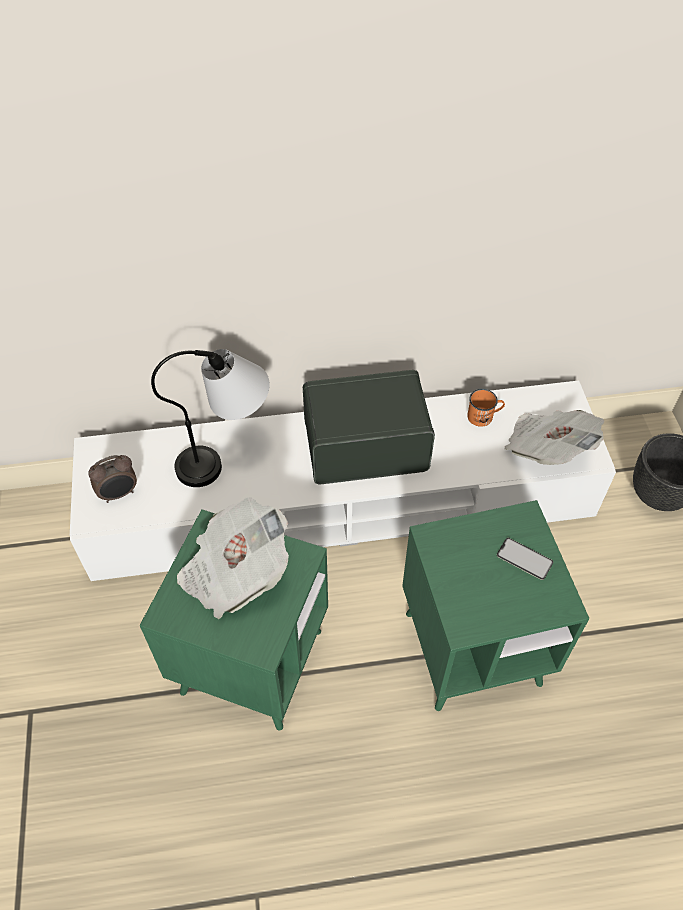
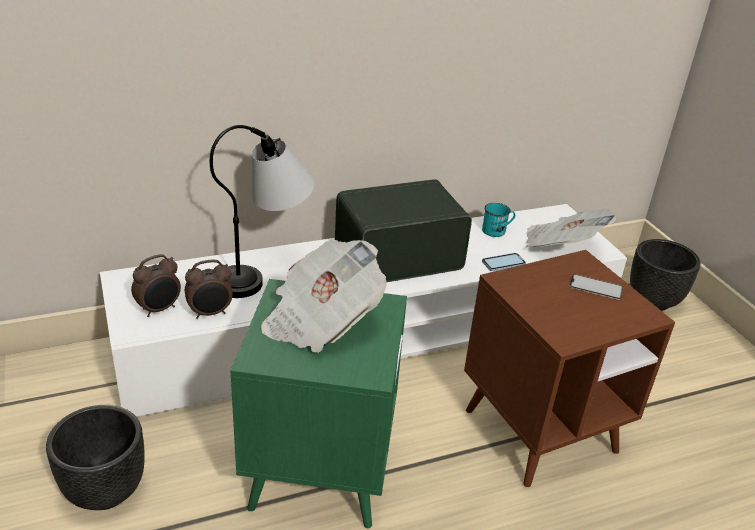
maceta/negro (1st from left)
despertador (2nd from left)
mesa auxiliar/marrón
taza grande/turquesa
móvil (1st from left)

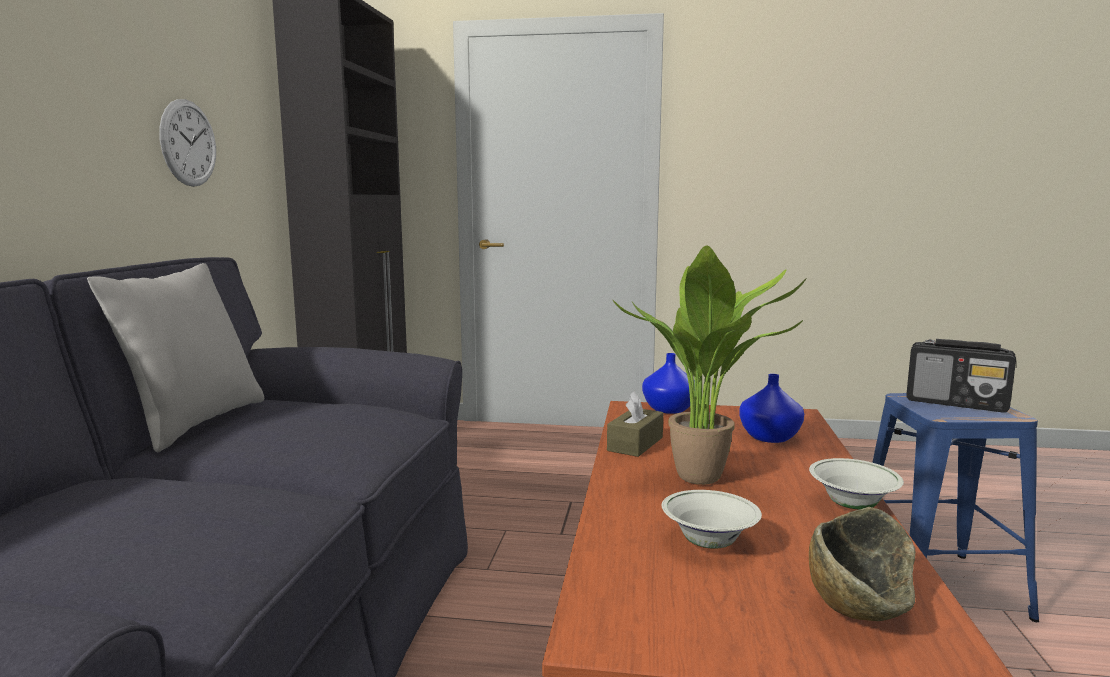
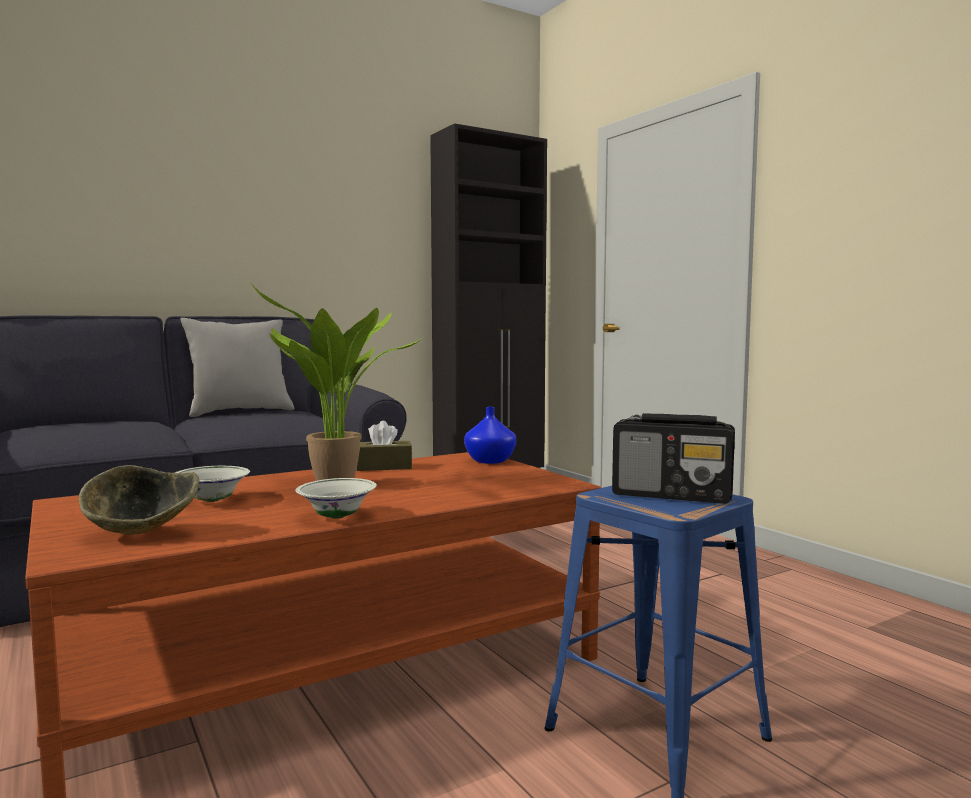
radio
reloj de pared
florero/azul (2nd from left in the first image)

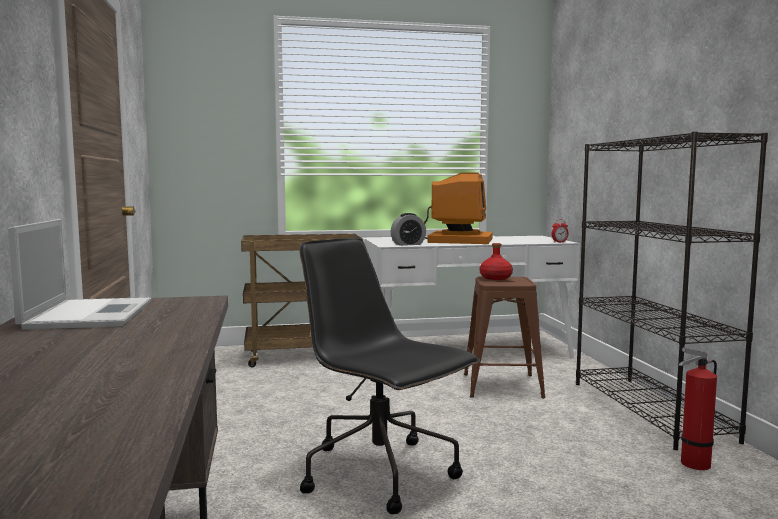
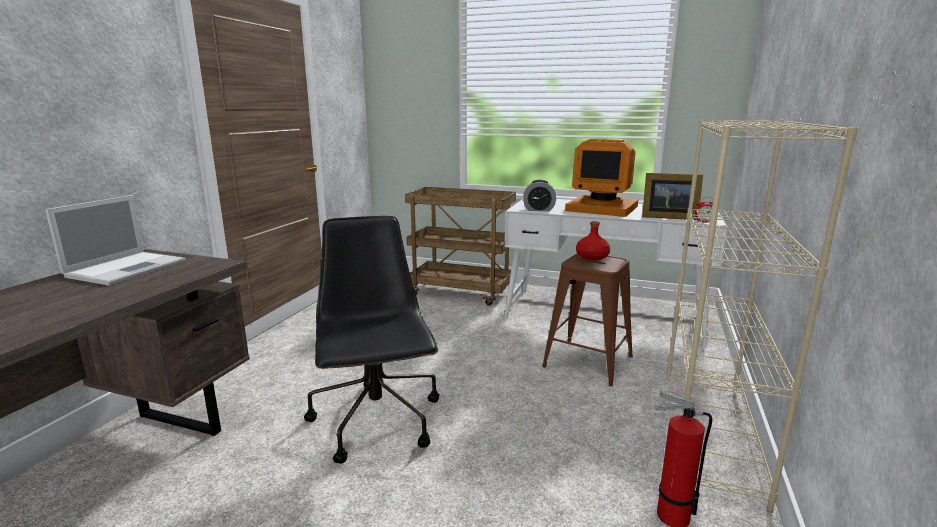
monitor
portarretratos
estantería/beis

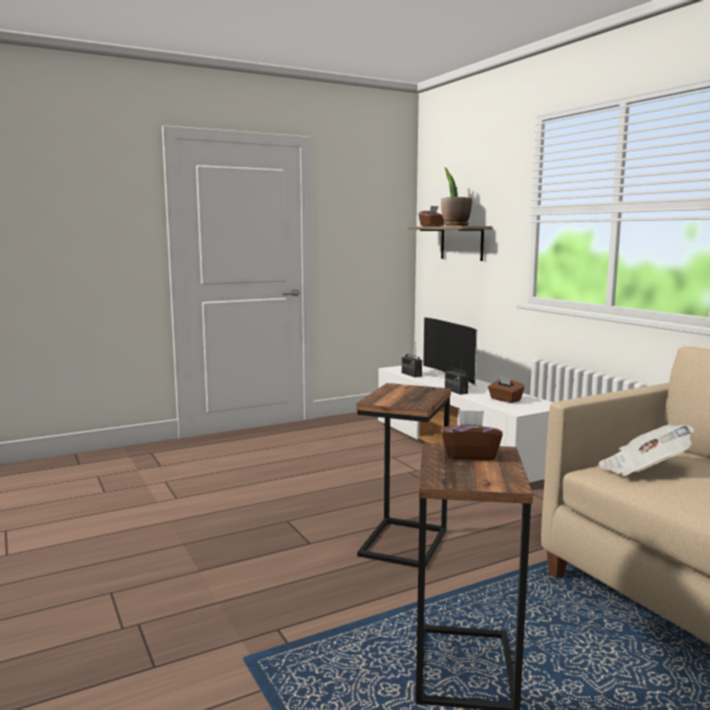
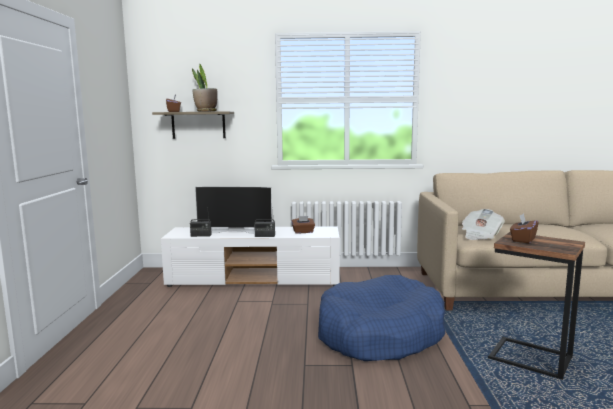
cama para perro/azul

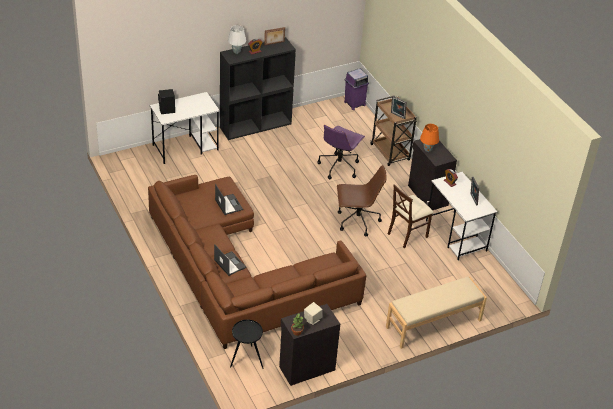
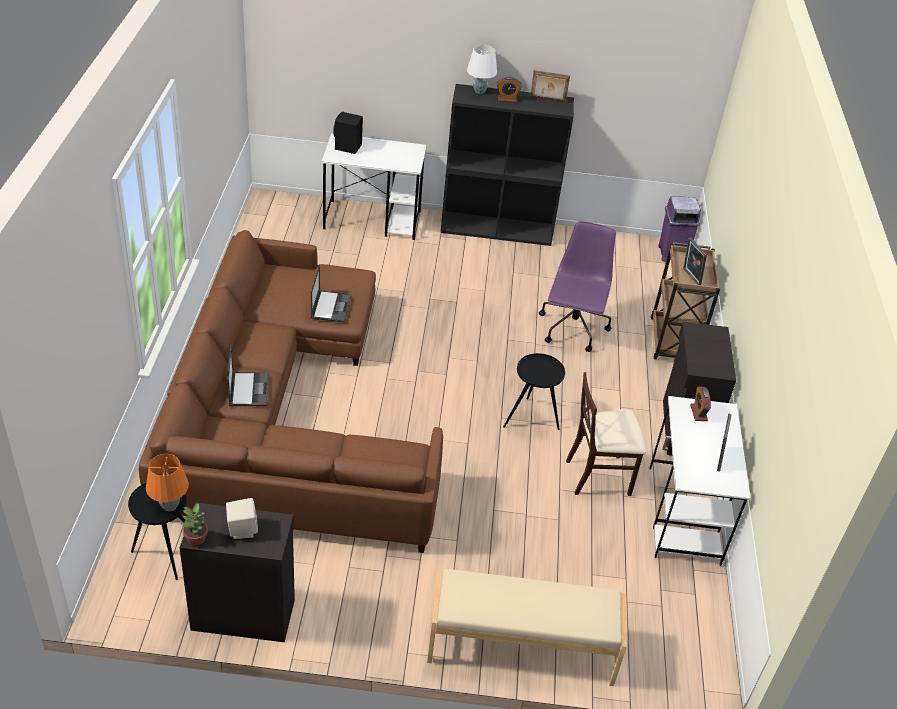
lámpara de mesa/naranja
mesa auxiliar/negro (2nd from left)
silla de oficina/morado

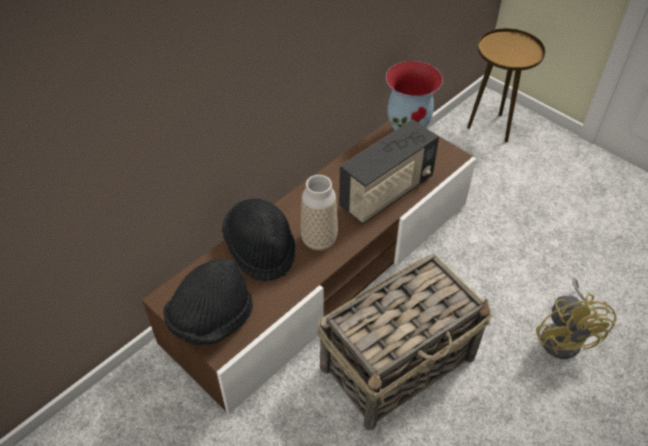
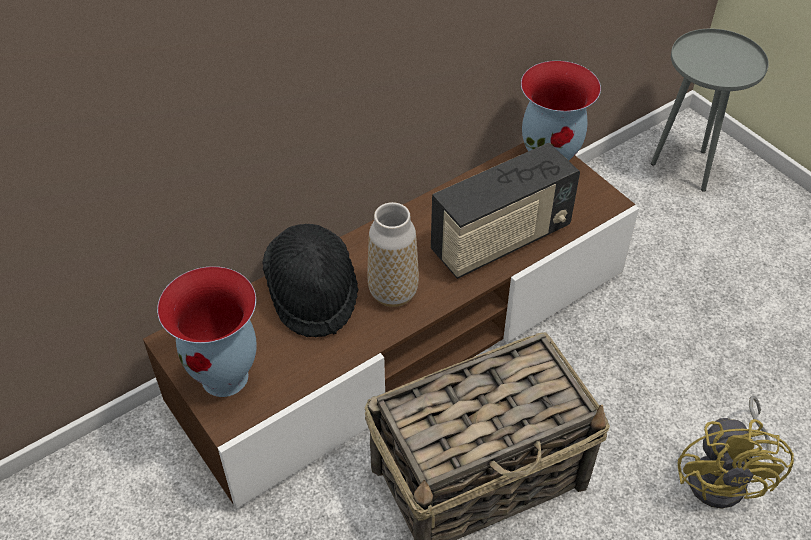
florero (1st from left)
mesa auxiliar/gris

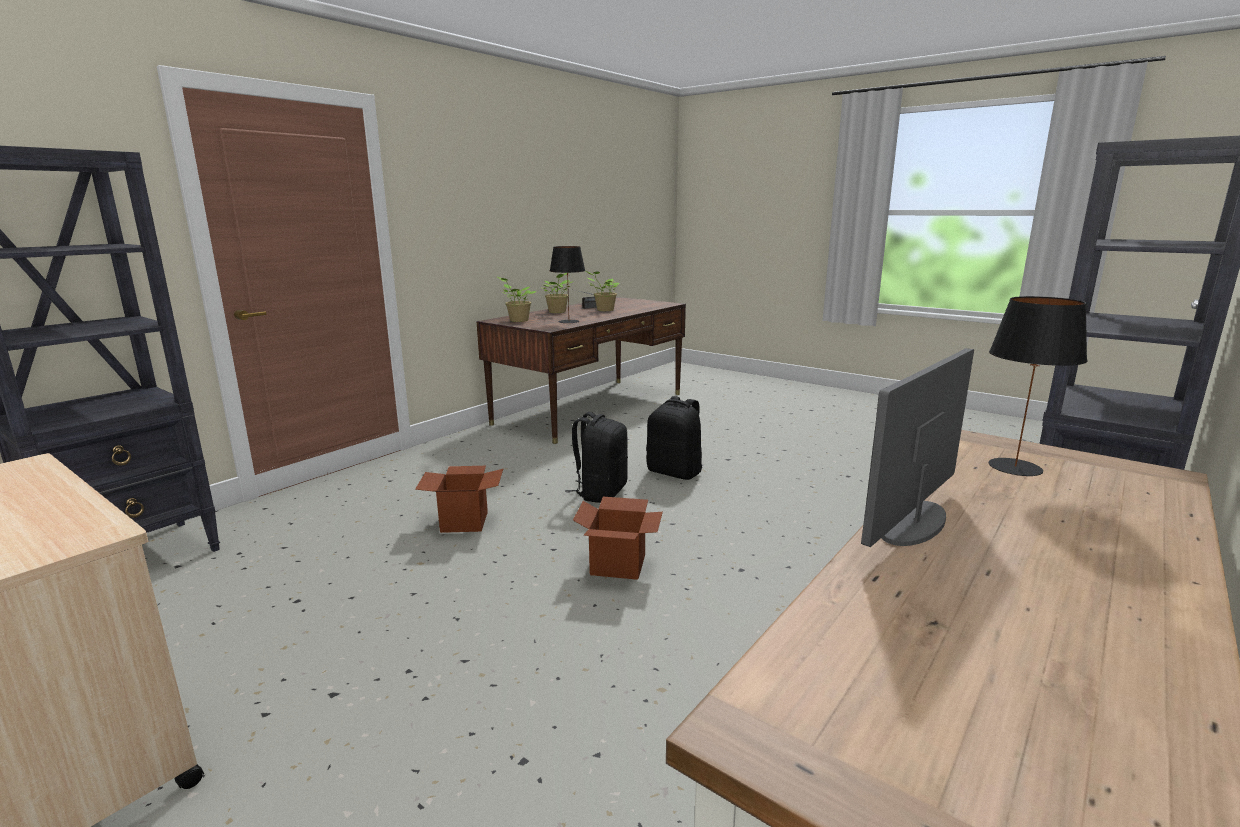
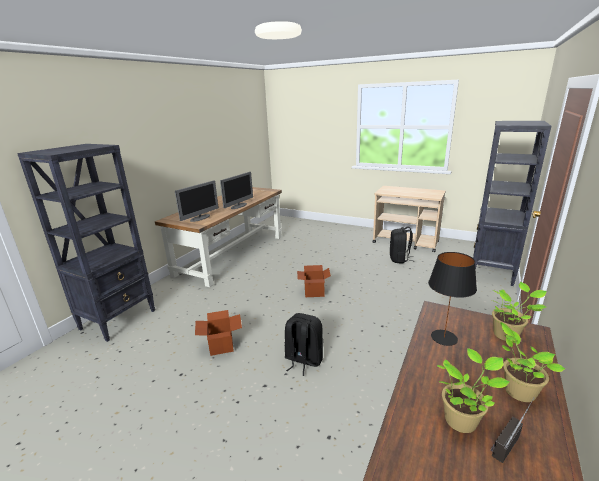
monitor (1st from left)
caja de cartón (1st from left)
mochila/negro (2nd from left)

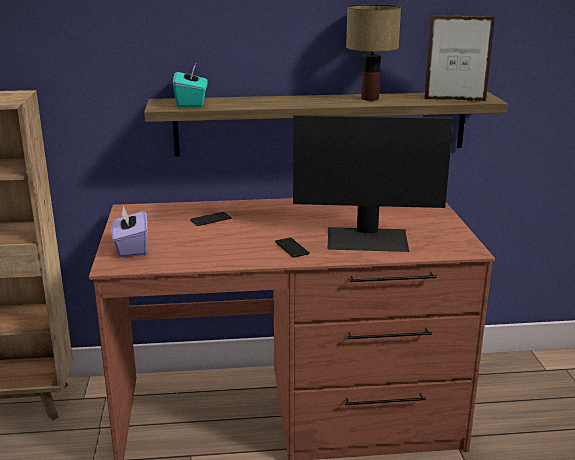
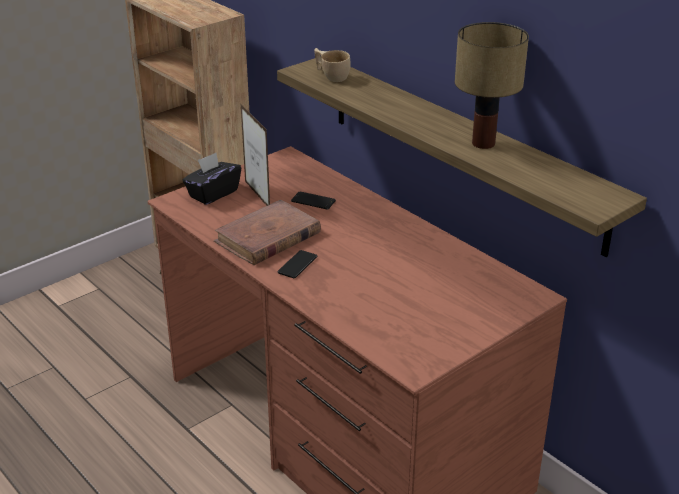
caja de pañuelos/negro
libro/marrón
portarretratos
taza/beis
monitor

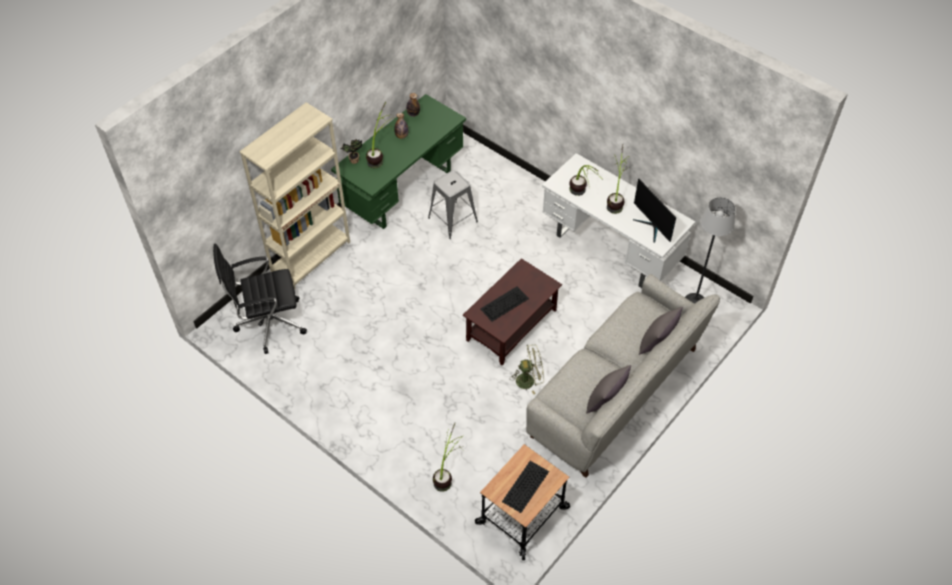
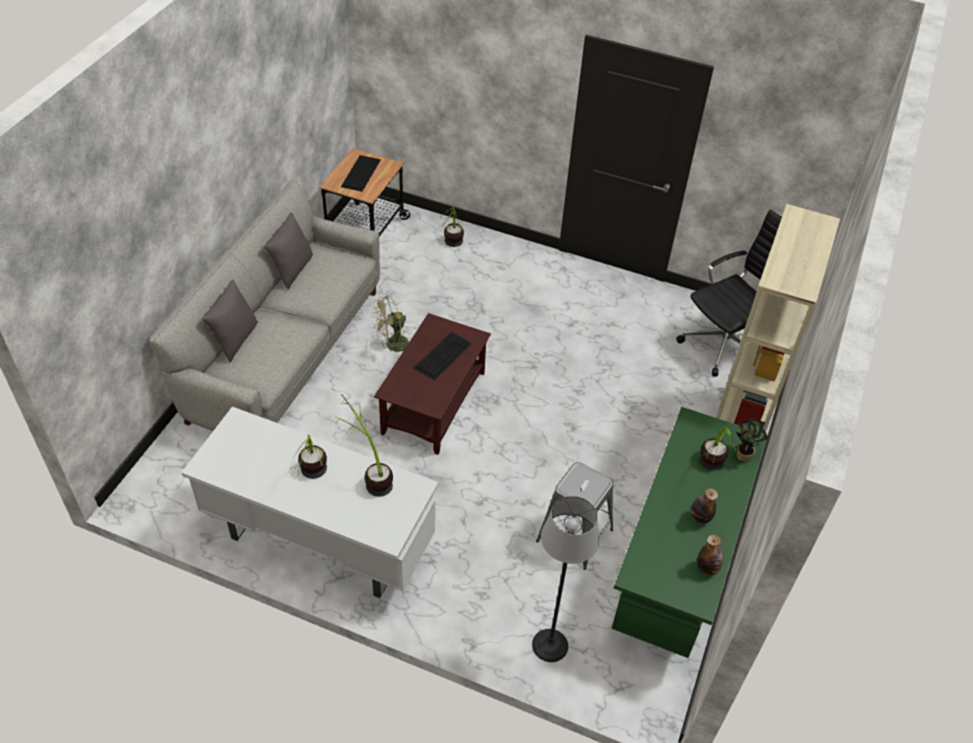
lámpara de pie
monitor

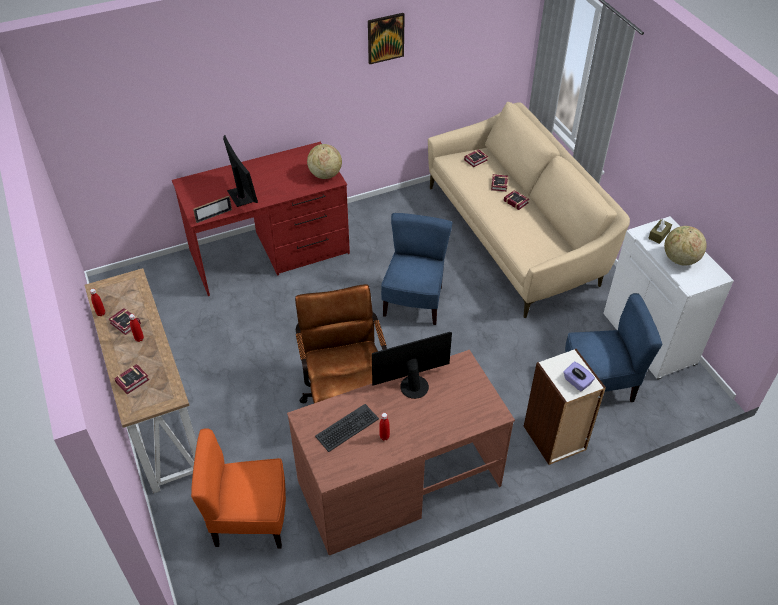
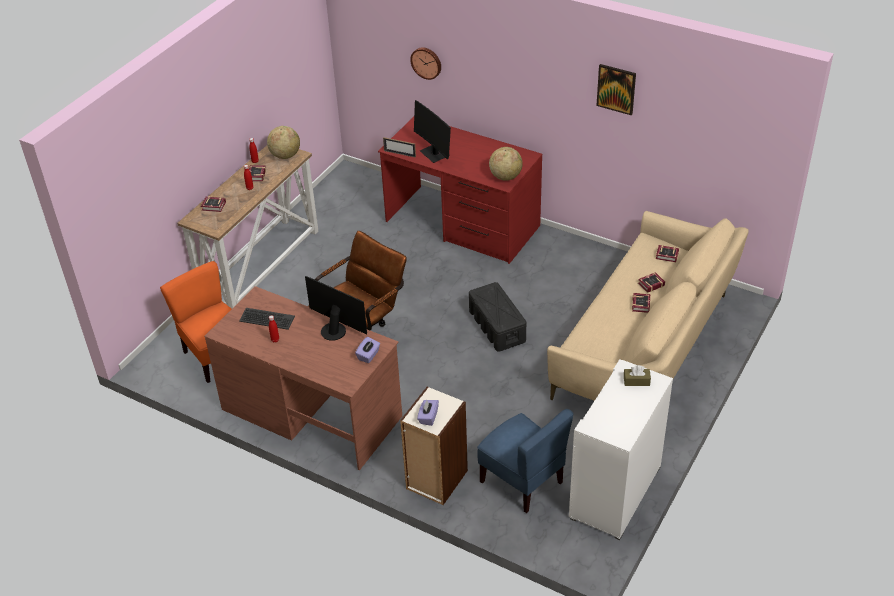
globo terráqueo (1st from left)
caja de pañuelos/morado (1st from left)
reloj de pared
monitor (2nd from left)
caja de almacenaje/negro

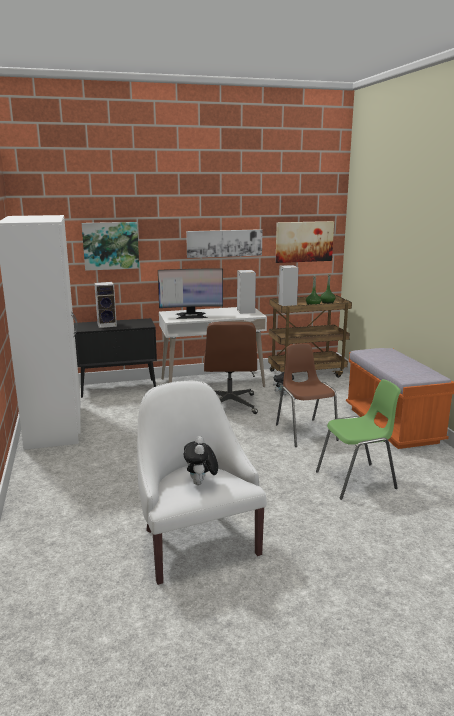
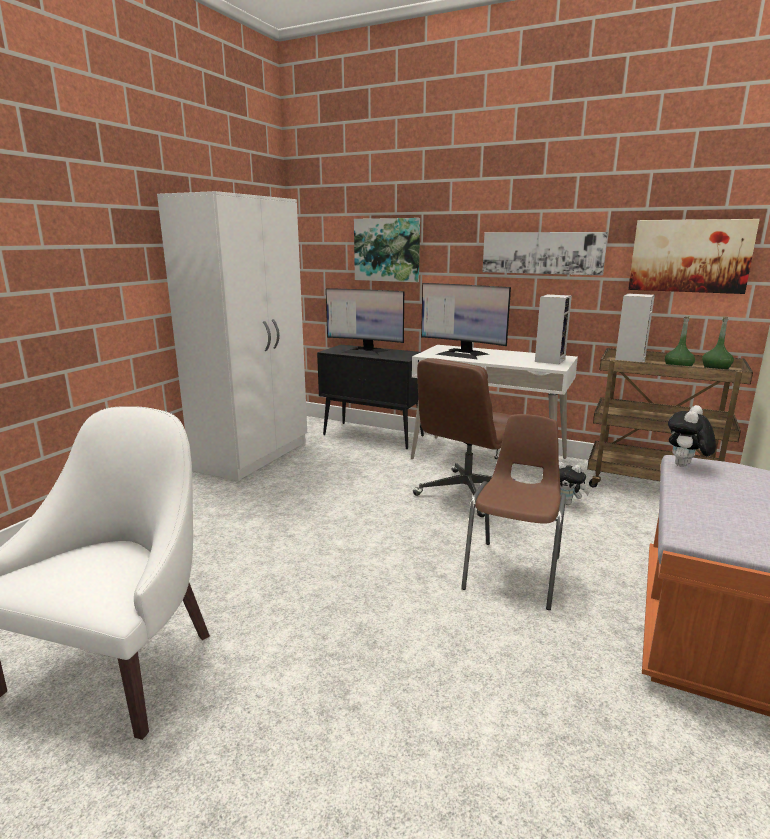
monitor (1st from left)
peluche (2nd from left)
silla/verde

